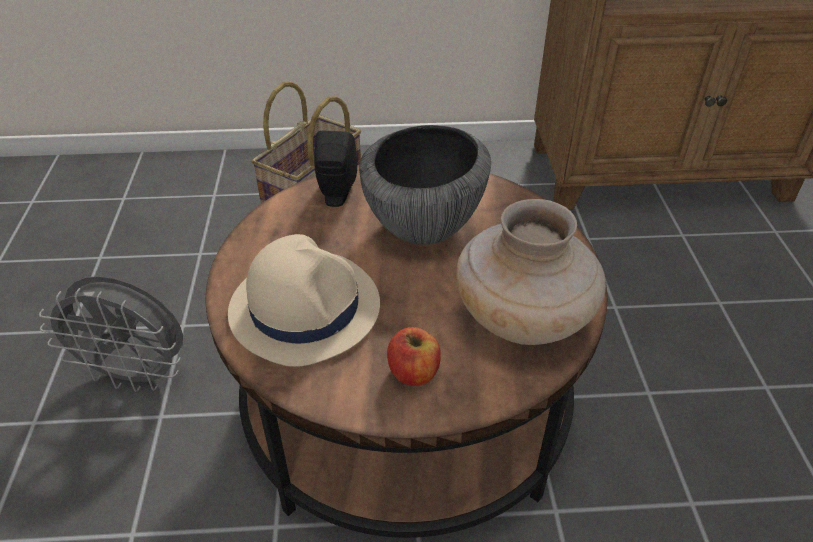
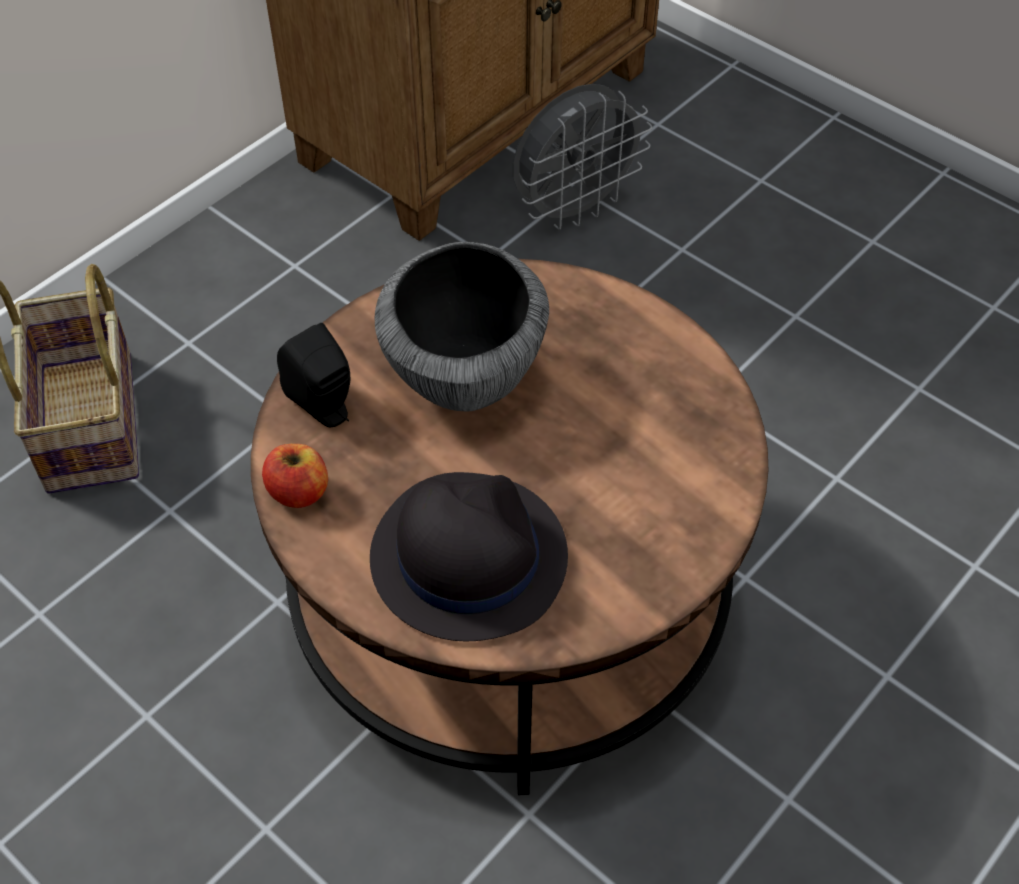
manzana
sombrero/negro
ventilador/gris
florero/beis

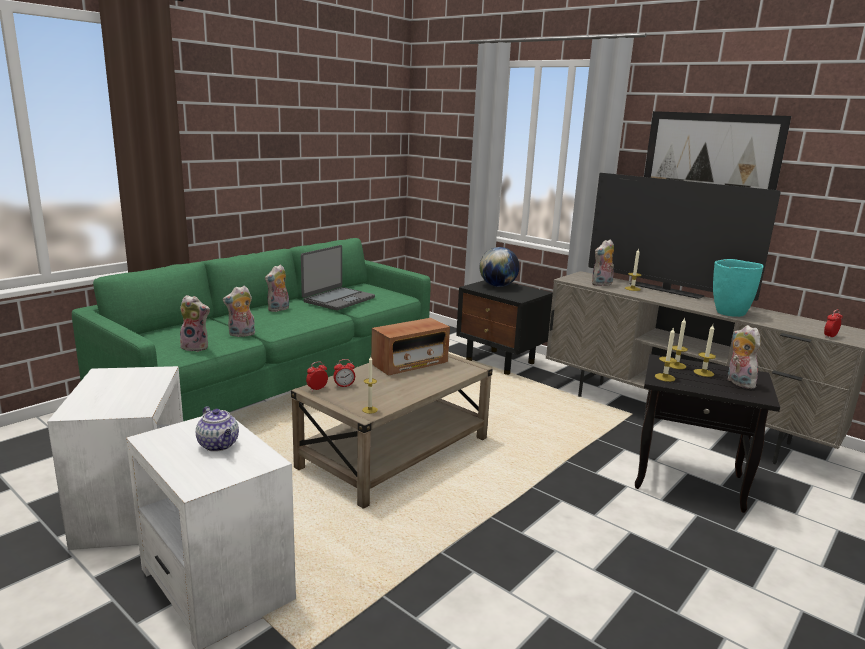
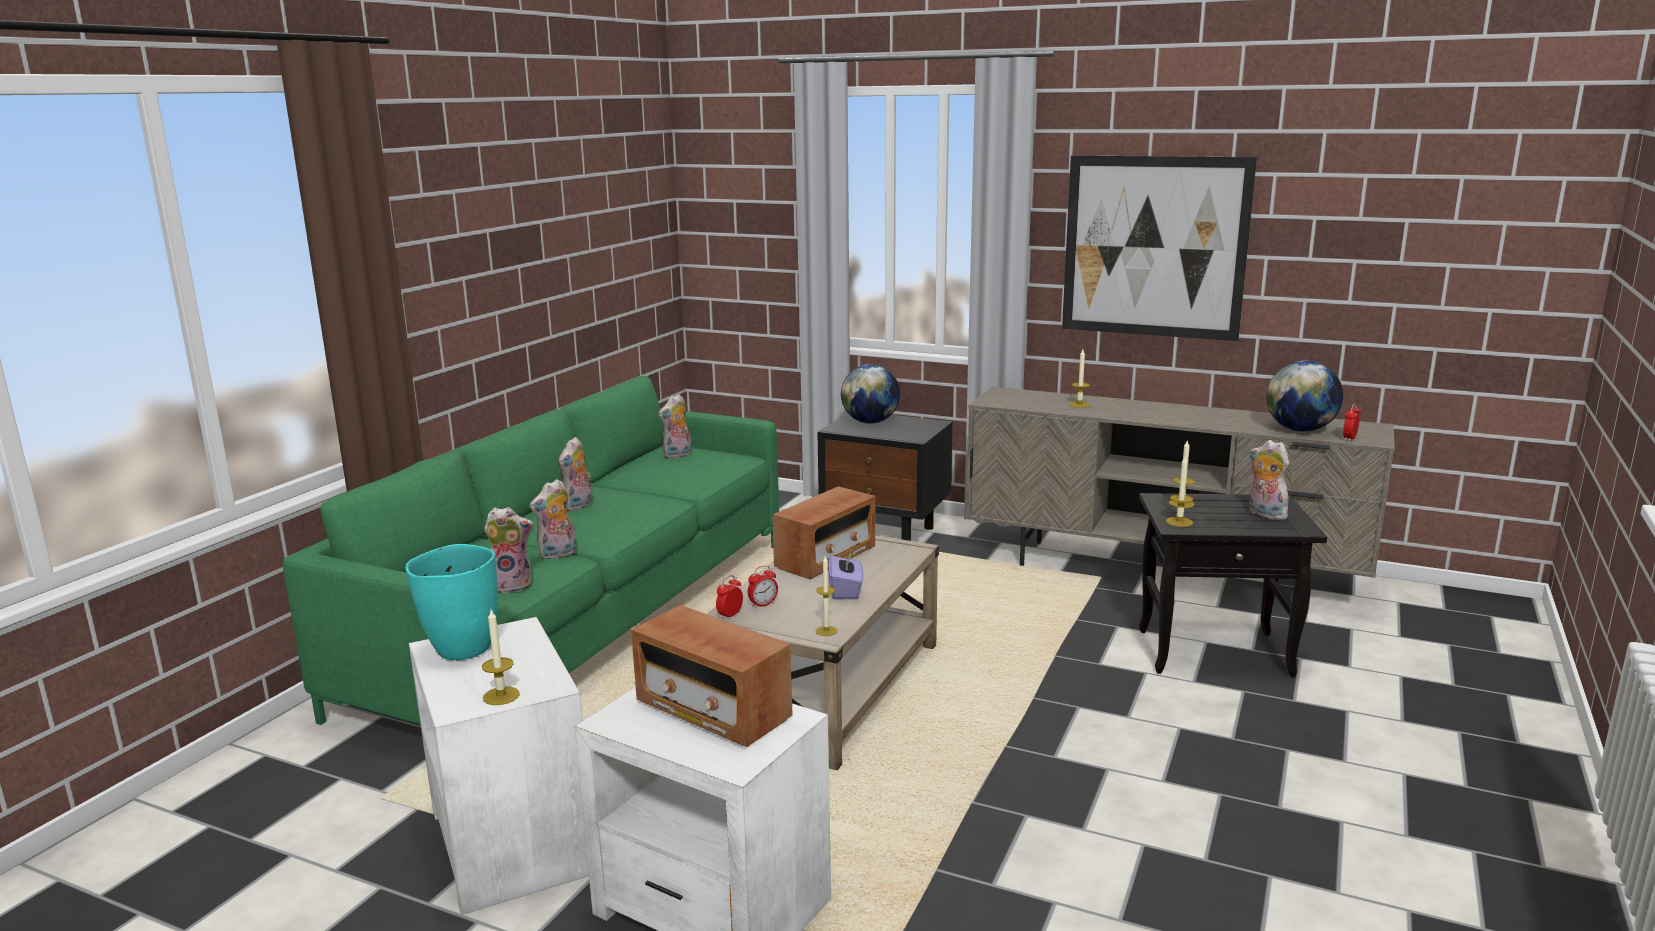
florero/turquesa
vela (1st from left)
radio (1st from left)
peluche (4th from left)
caja de pañuelos/morado
globo terráqueo (2nd from left)
portátil
televisor

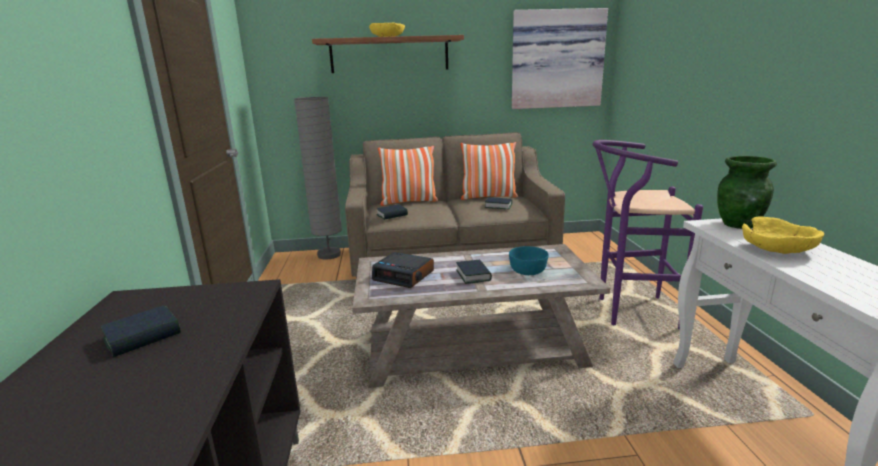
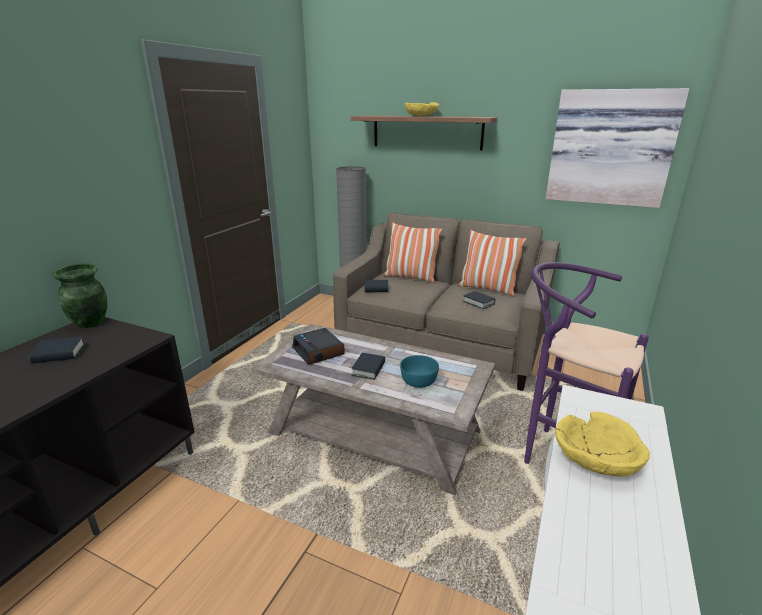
florero/verde

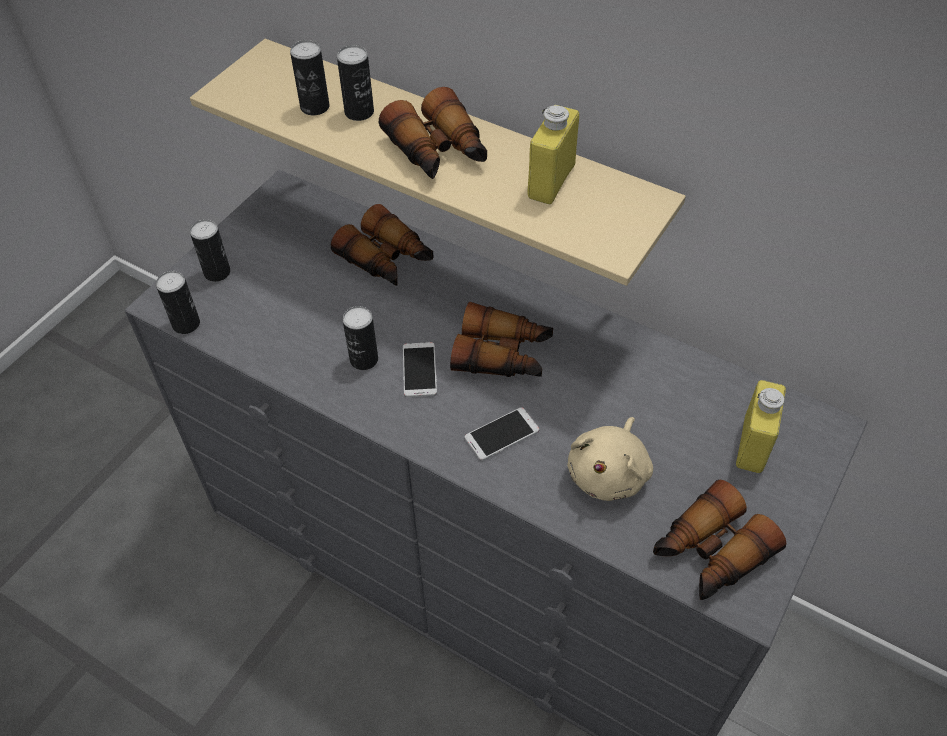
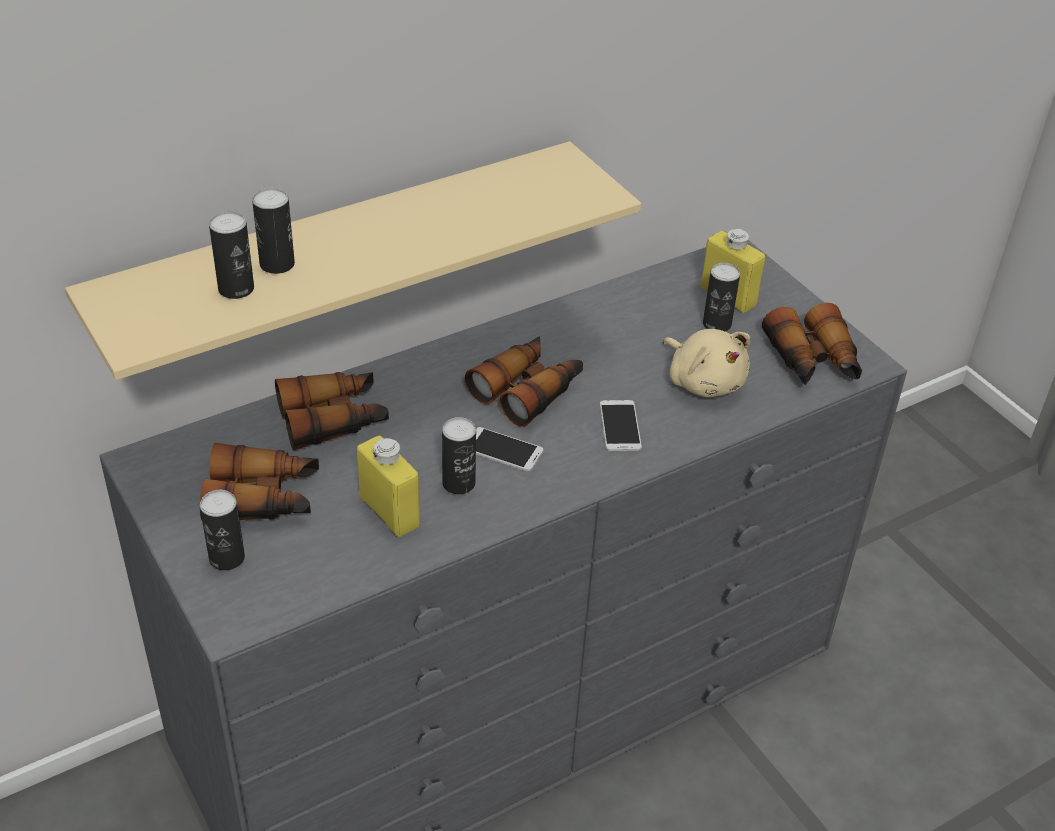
prismáticos (1st from left)
botella/amarillo (1st from left)
lata (5th from left)

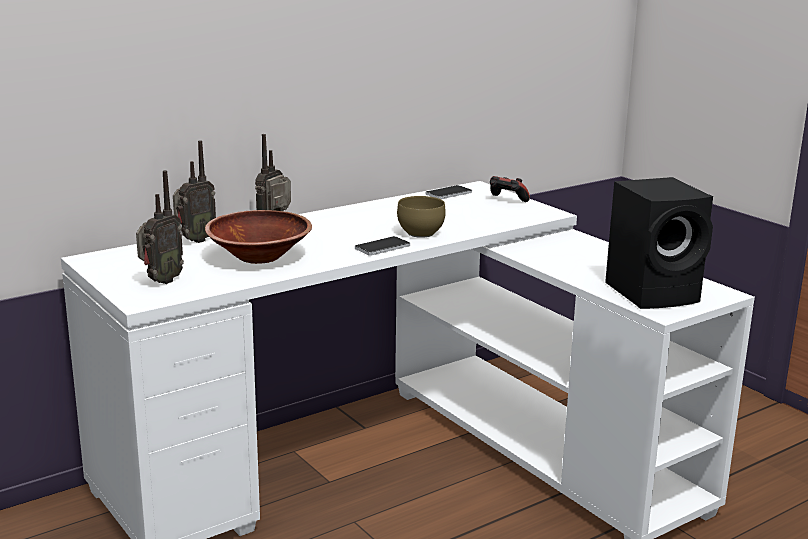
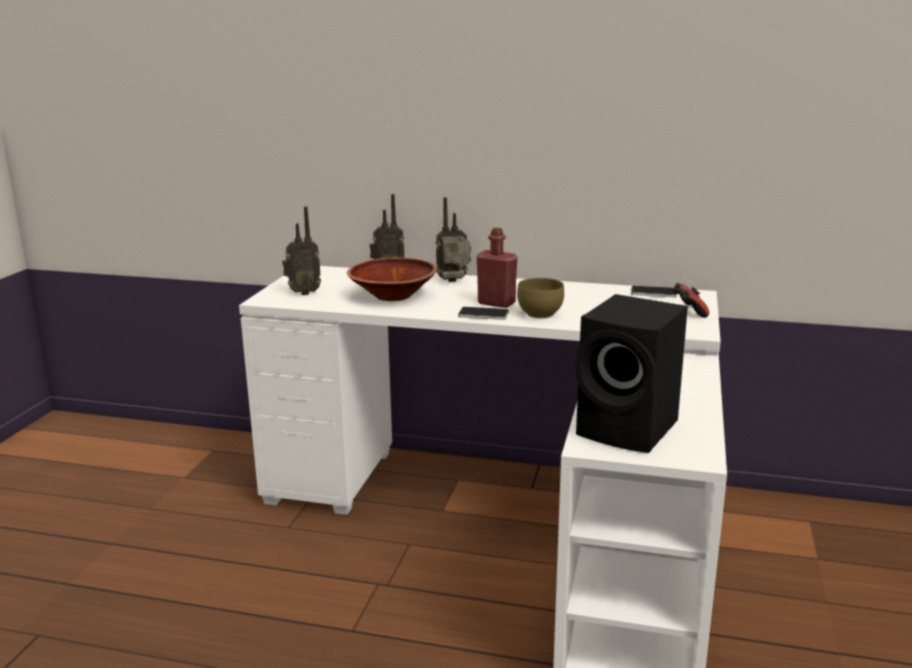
botella/rojo

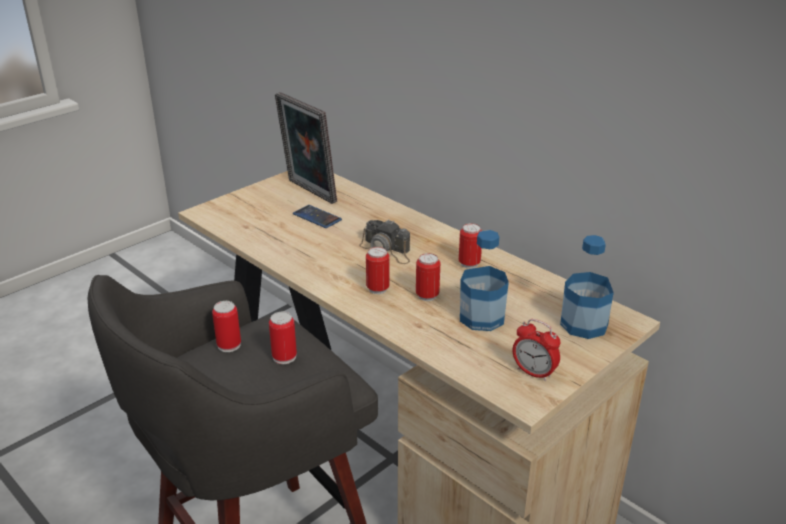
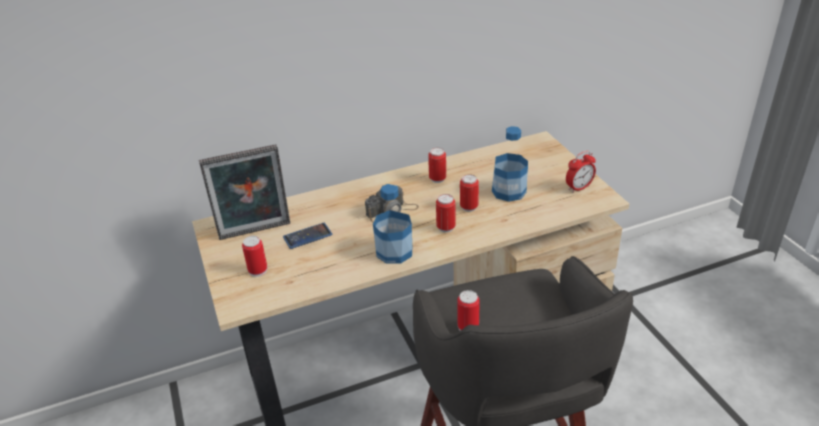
lata (1st from left)
botella (1st from left)

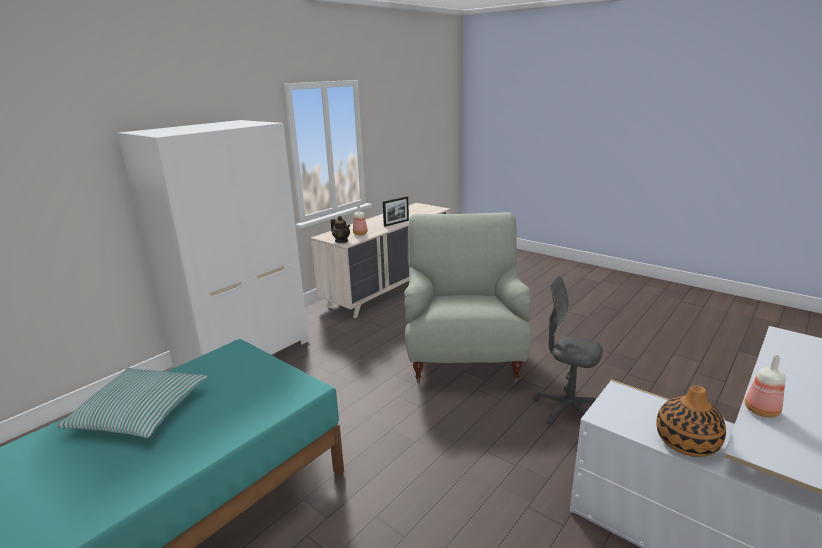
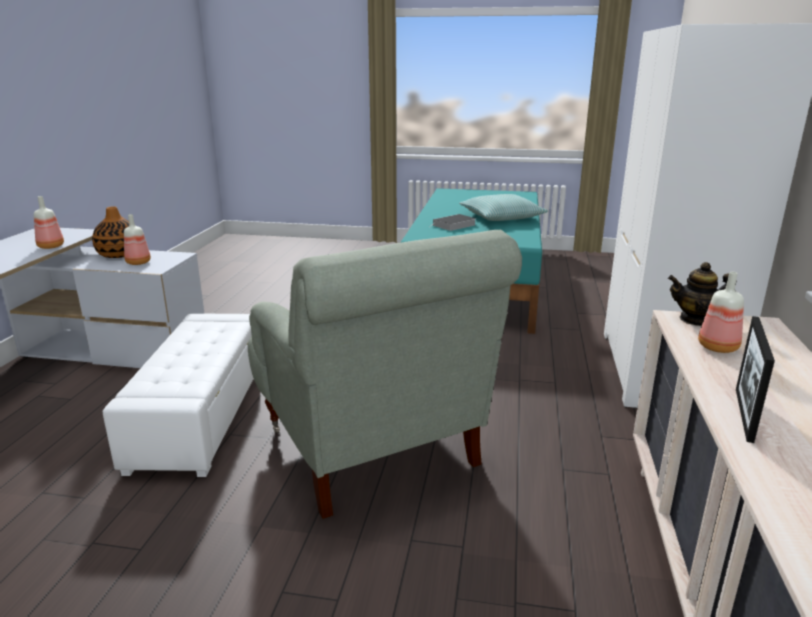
puf/blanco
botella (2nd from left)
libro

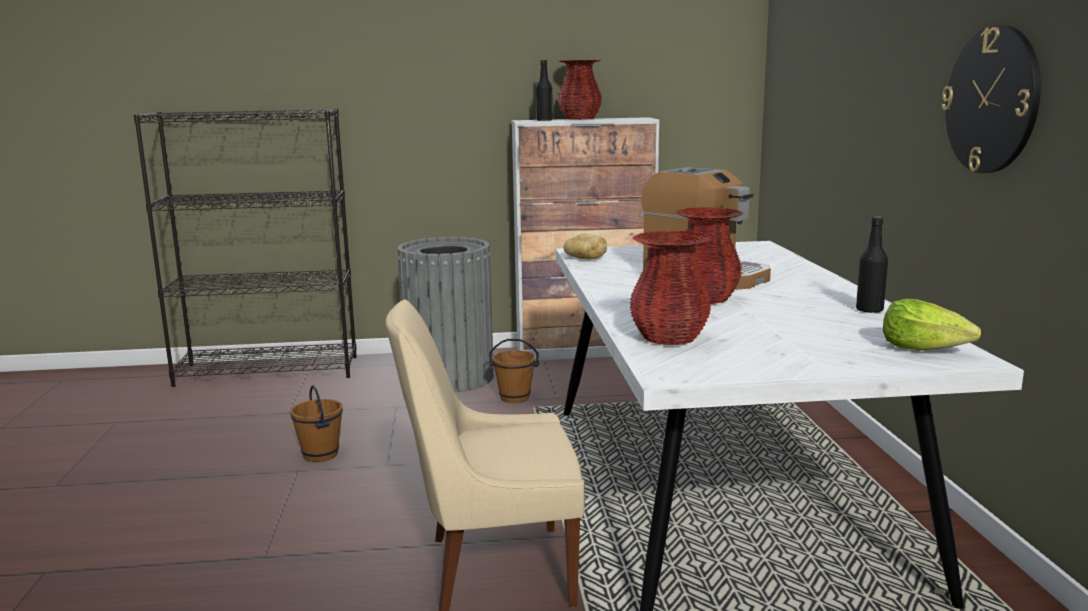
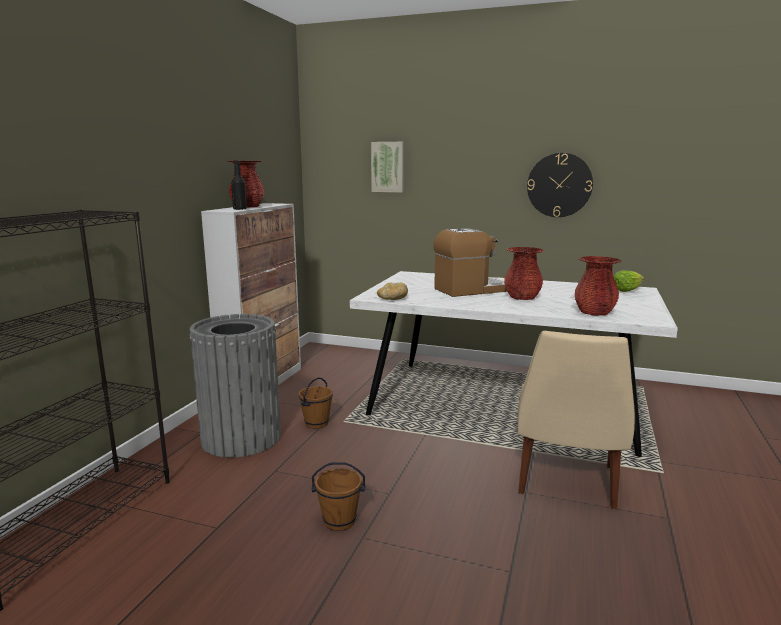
cuadro
botella/negro (2nd from left in the first image)

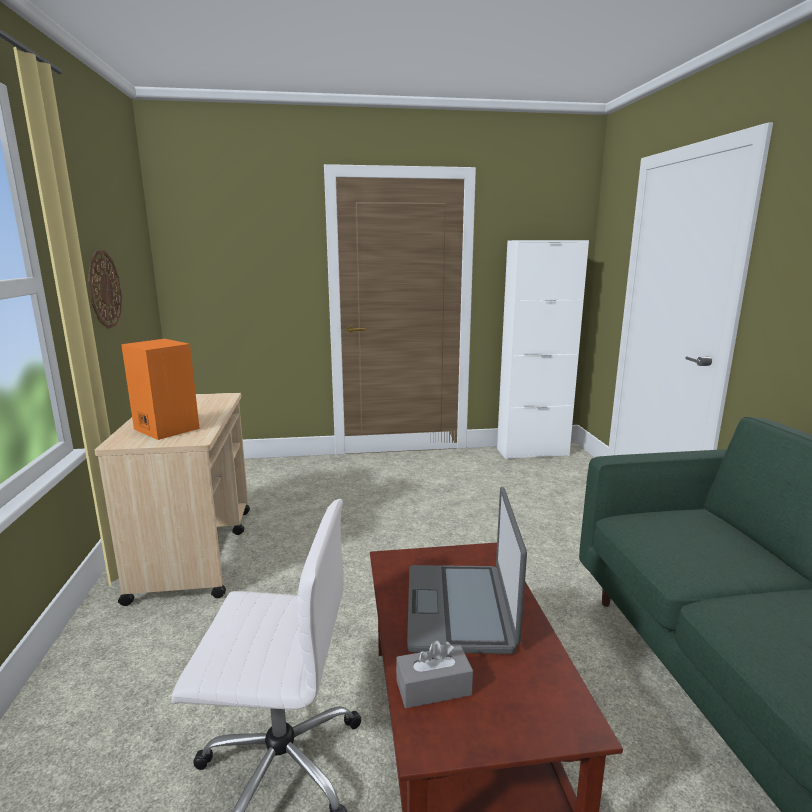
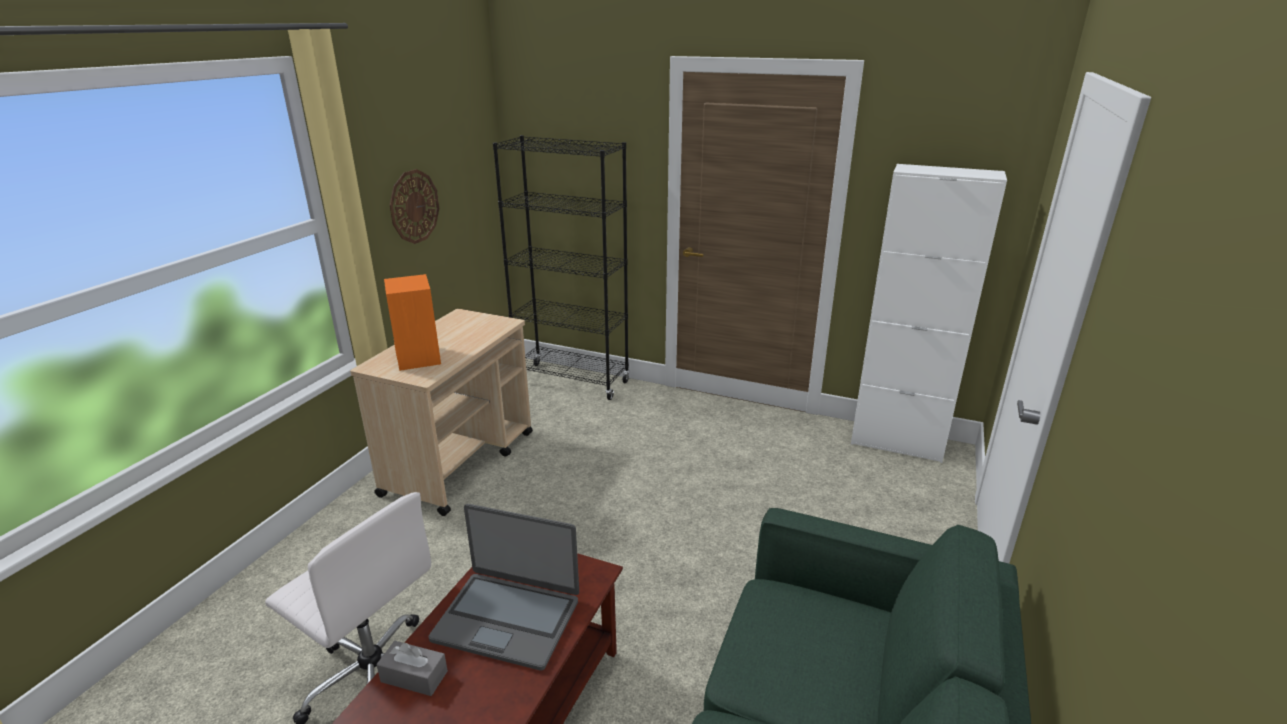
portátil
estantería/negro

